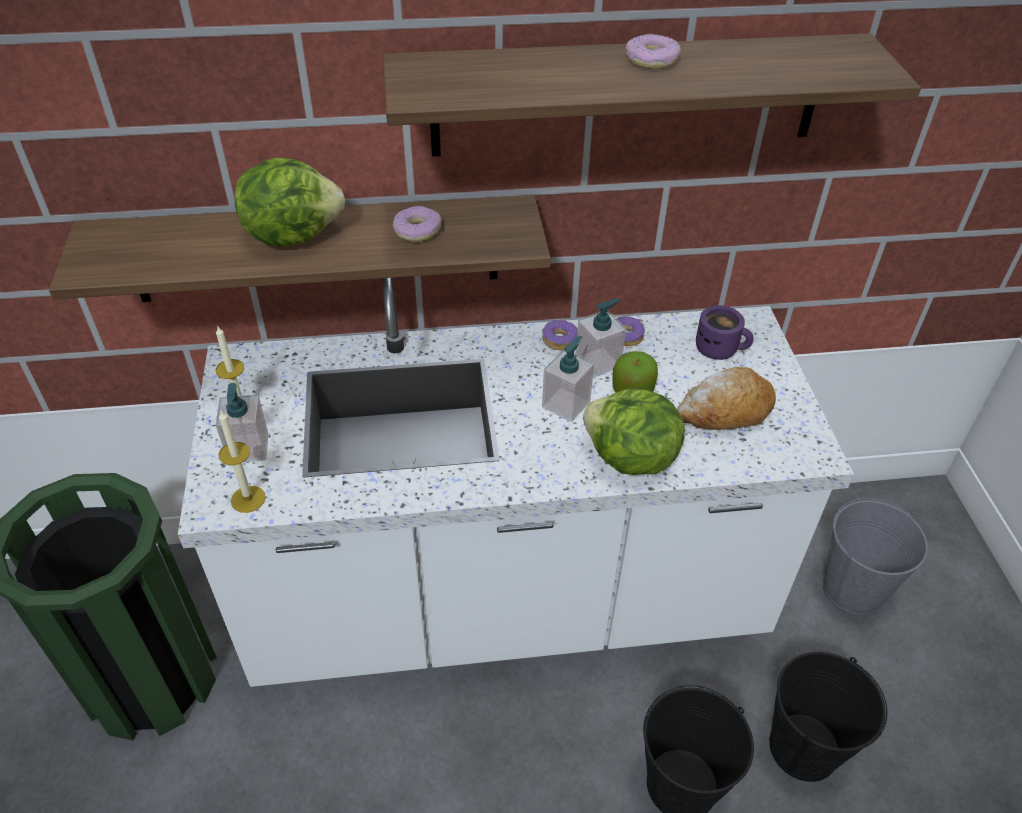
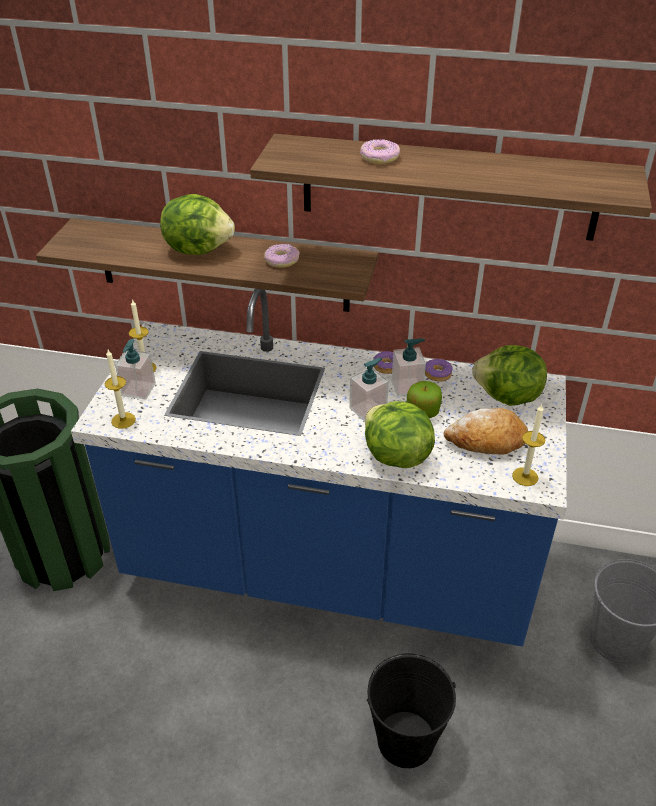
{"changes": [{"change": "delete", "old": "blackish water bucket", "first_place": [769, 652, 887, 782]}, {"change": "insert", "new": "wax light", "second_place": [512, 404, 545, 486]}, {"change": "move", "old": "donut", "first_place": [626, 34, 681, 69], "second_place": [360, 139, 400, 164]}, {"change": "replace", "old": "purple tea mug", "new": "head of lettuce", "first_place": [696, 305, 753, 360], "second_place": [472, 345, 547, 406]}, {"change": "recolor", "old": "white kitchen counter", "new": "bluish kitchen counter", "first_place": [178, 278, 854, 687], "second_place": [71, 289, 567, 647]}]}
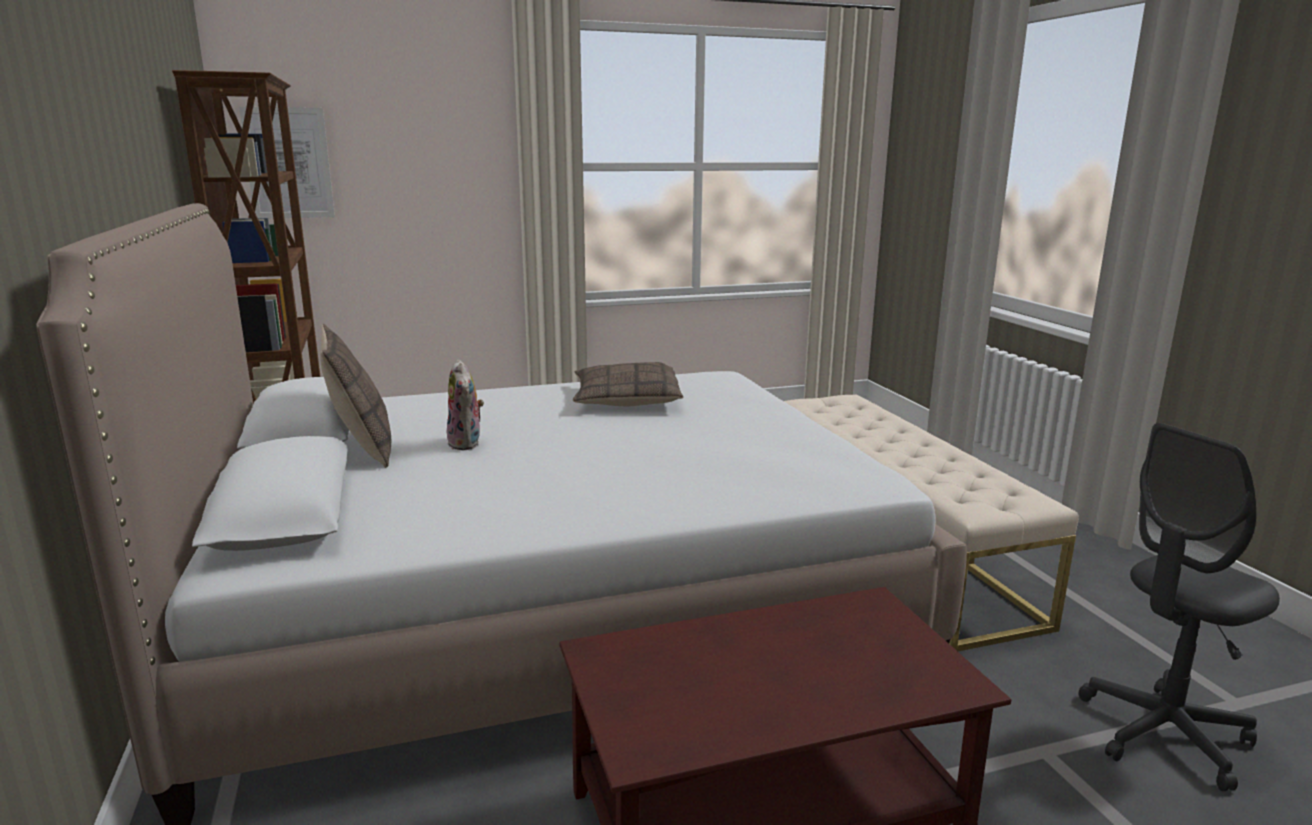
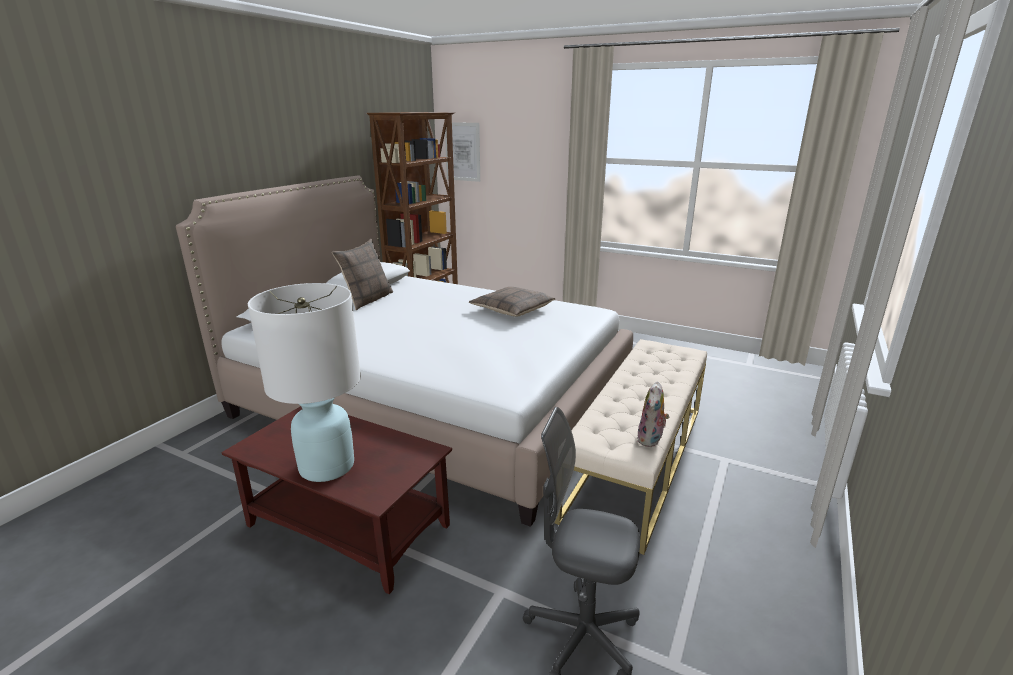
{"changes": [{"change": "insert", "new": "white lamp for a table", "second_place": [248, 283, 361, 482]}, {"change": "move", "old": "plush toy", "first_place": [447, 359, 484, 450], "second_place": [637, 381, 670, 447]}]}
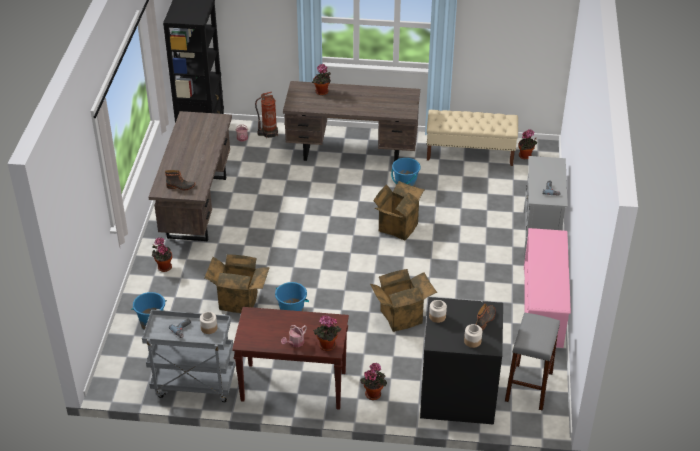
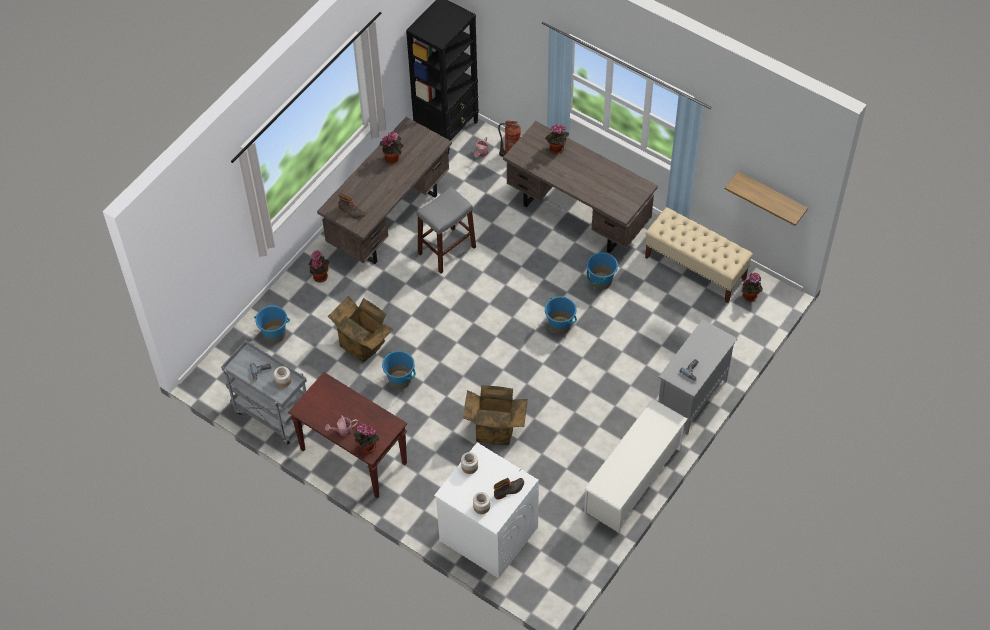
{"changes": [{"change": "insert", "new": "shelf", "second_place": [725, 172, 808, 226]}, {"change": "move", "old": "houseplant", "first_place": [360, 363, 387, 400], "second_place": [380, 132, 403, 164]}, {"change": "move", "old": "greyish sitting stool", "first_place": [505, 312, 560, 411], "second_place": [417, 187, 476, 274]}, {"change": "replace", "old": "packing box", "new": "bluish water bucket", "first_place": [373, 181, 425, 241], "second_place": [545, 296, 577, 334]}, {"change": "recolor", "old": "blackish laundry machine", "new": "white laundry machine", "first_place": [420, 297, 503, 425], "second_place": [434, 442, 539, 578]}, {"change": "recolor", "old": "pink-coloured shoe stand", "new": "white shoe stand", "first_place": [524, 228, 571, 348], "second_place": [584, 399, 688, 532]}]}
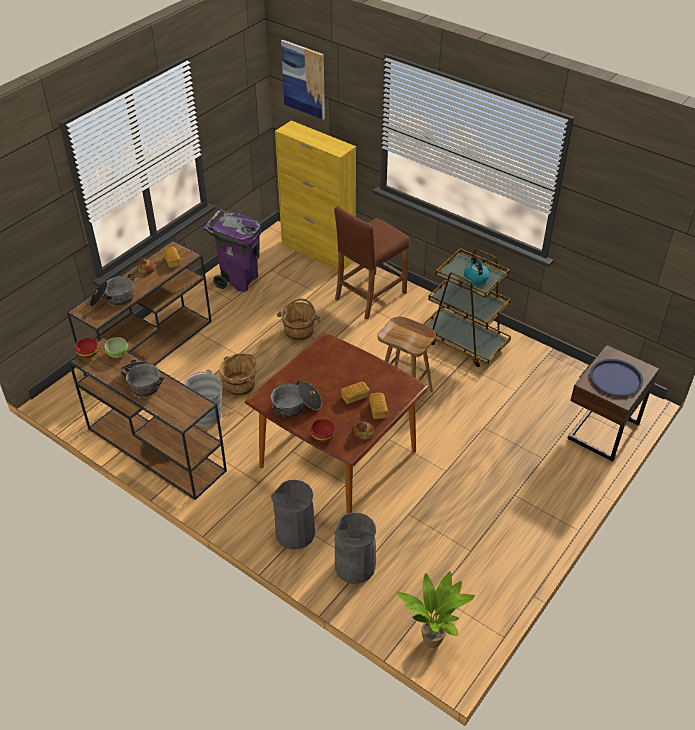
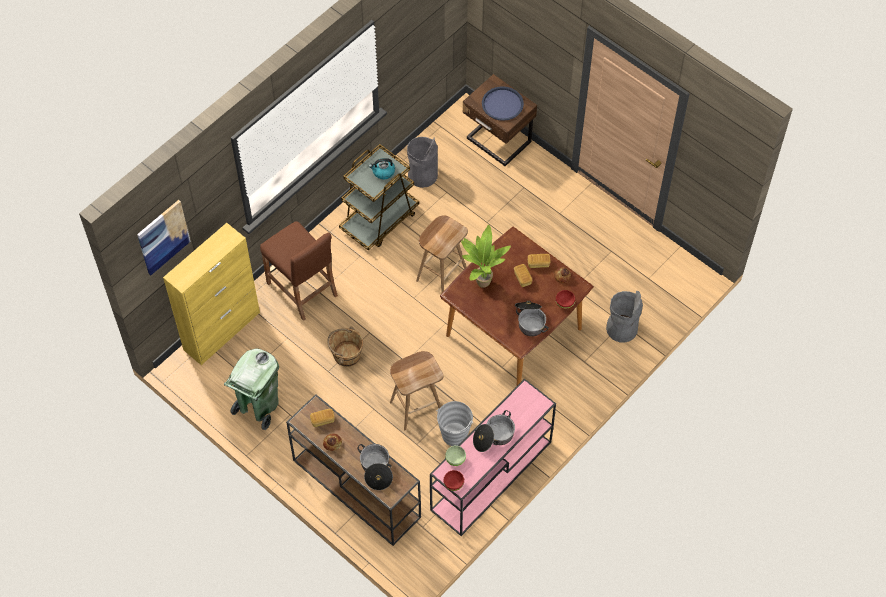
{"changes": [{"change": "move", "old": "greyish rubbish bin", "first_place": [271, 480, 315, 549], "second_place": [407, 137, 438, 188]}, {"change": "move", "old": "houseplant", "first_place": [397, 571, 475, 648], "second_place": [461, 225, 511, 288]}, {"change": "replace", "old": "brown-coloured water bucket", "new": "brown-coloured sitting stool", "first_place": [219, 353, 257, 396], "second_place": [390, 351, 443, 430]}, {"change": "recolor", "old": "brown-coloured console table", "new": "pink-coloured console table", "first_place": [69, 337, 227, 500], "second_place": [430, 379, 556, 536]}, {"change": "recolor", "old": "purple rubbish bin", "new": "green rubbish bin", "first_place": [203, 209, 262, 292], "second_place": [224, 348, 279, 430]}]}
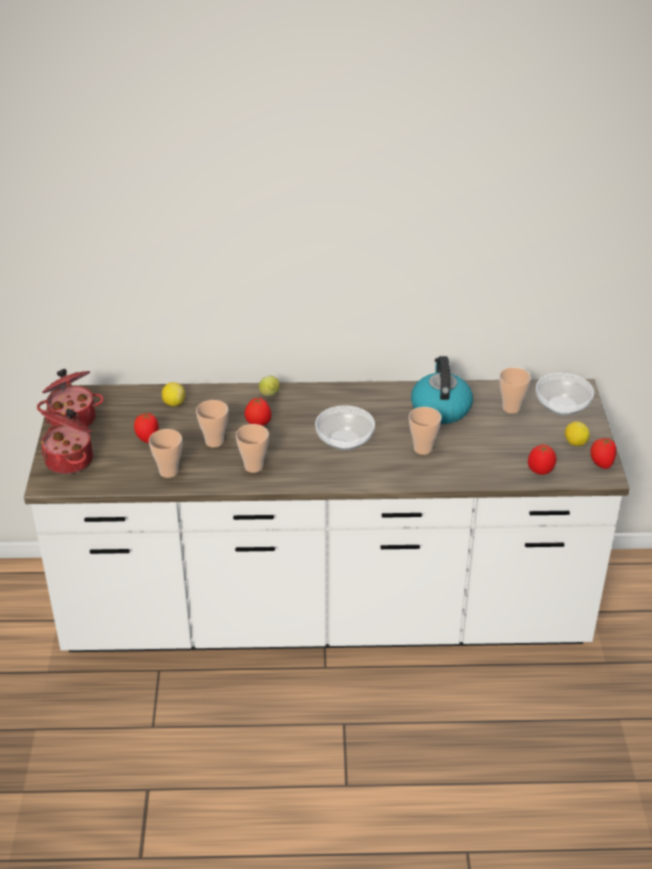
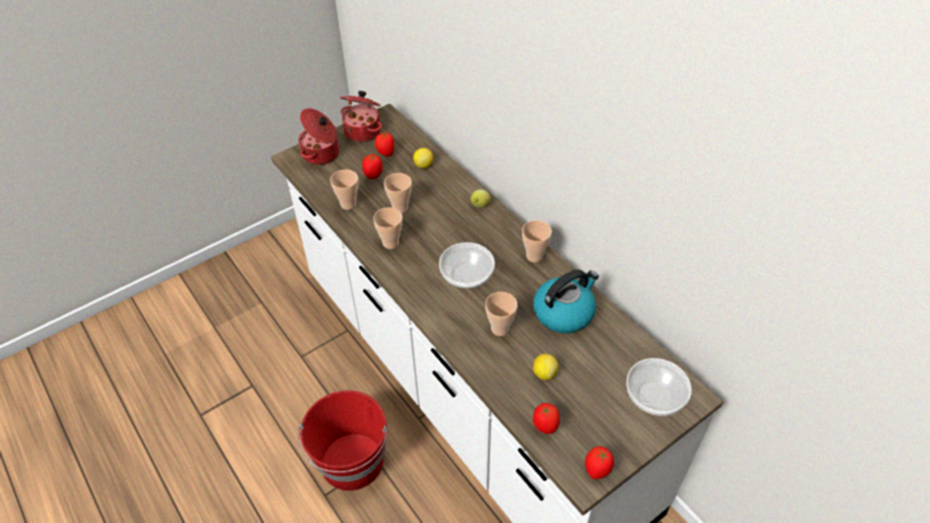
{"changes": [{"change": "insert", "new": "red-coloured water bucket", "second_place": [298, 390, 387, 491]}, {"change": "move", "old": "fresh tomato", "first_place": [245, 398, 271, 426], "second_place": [375, 132, 395, 157]}, {"change": "move", "old": "small cup", "first_place": [499, 367, 531, 413], "second_place": [522, 220, 552, 262]}, {"change": "move", "old": "whole lemon", "first_place": [565, 421, 590, 446], "second_place": [533, 354, 559, 380]}]}
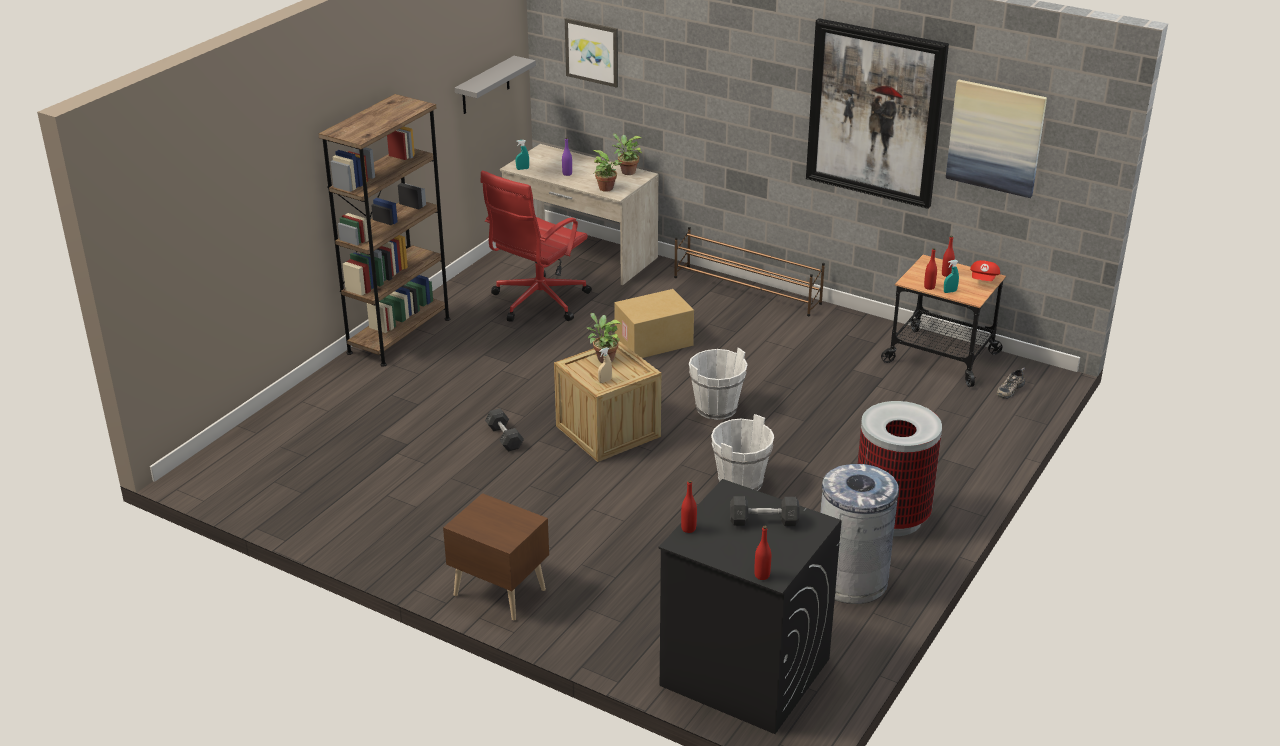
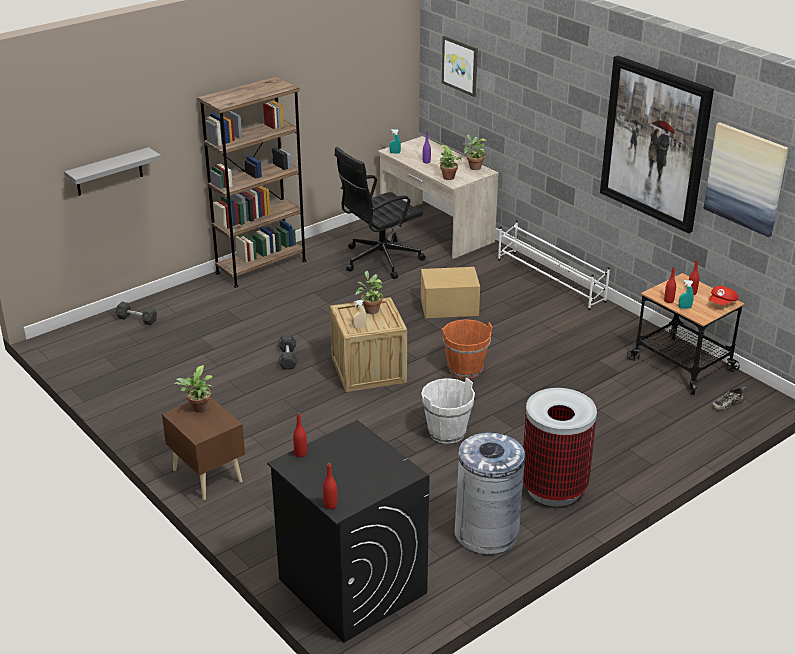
{"changes": [{"change": "insert", "new": "houseplant", "second_place": [173, 365, 213, 413]}, {"change": "move", "old": "greyish shelf", "first_place": [455, 56, 536, 114], "second_place": [64, 147, 161, 196]}, {"change": "move", "old": "greyish dumbbell", "first_place": [730, 496, 800, 526], "second_place": [116, 302, 157, 325]}, {"change": "recolor", "old": "red-coloured desk chair", "new": "blackish desk chair", "first_place": [480, 171, 592, 322], "second_place": [334, 147, 426, 279]}, {"change": "recolor", "old": "brown-coloured shoe stand", "new": "white shoe stand", "first_place": [674, 227, 825, 316], "second_place": [498, 220, 610, 310]}, {"change": "recolor", "old": "white water bucket", "new": "orange-coloured water bucket", "first_place": [689, 348, 747, 420], "second_place": [442, 319, 492, 379]}]}
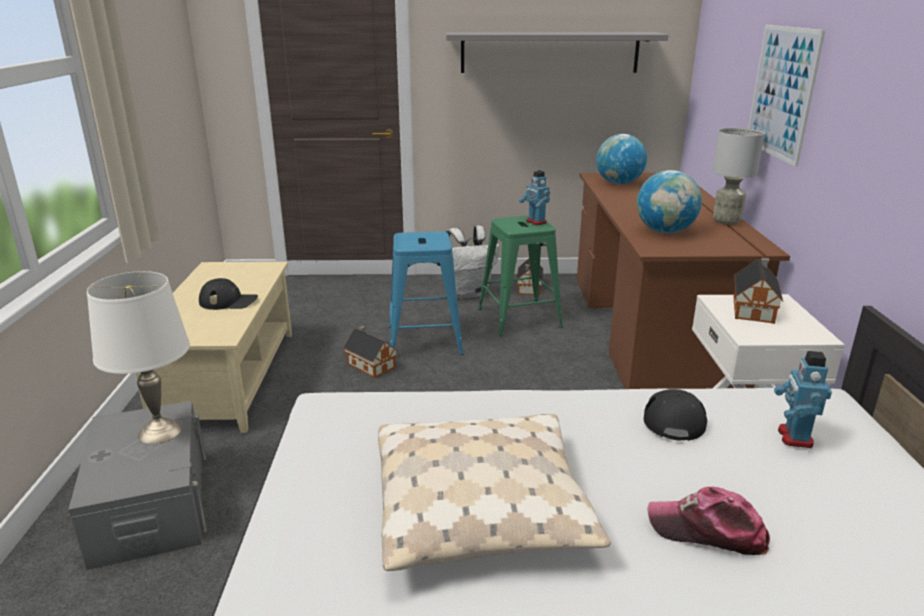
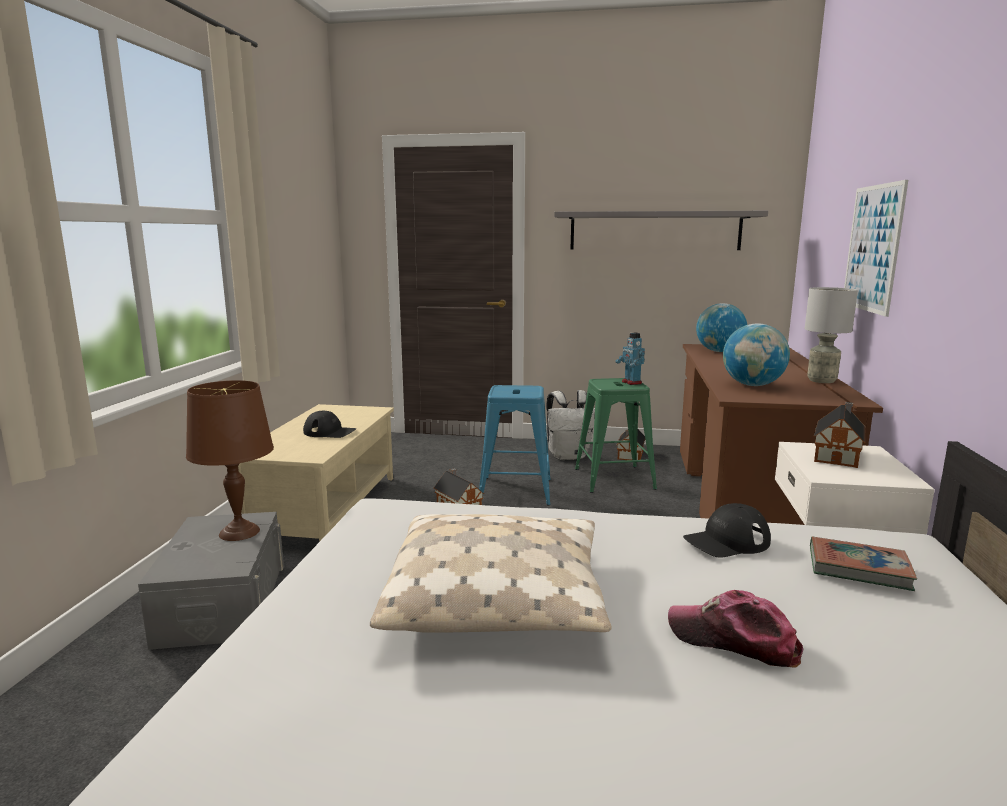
{"changes": [{"change": "replace", "old": "robot figure", "new": "book", "first_place": [774, 351, 832, 448], "second_place": [810, 536, 917, 591]}, {"change": "recolor", "old": "white lamp for a table", "new": "brown-coloured lamp for a table", "first_place": [87, 271, 190, 444], "second_place": [186, 380, 274, 541]}, {"change": "rotate", "old": "blackish cap", "first_place": [644, 389, 707, 441], "second_place": [683, 503, 771, 558], "degrees": -135}]}
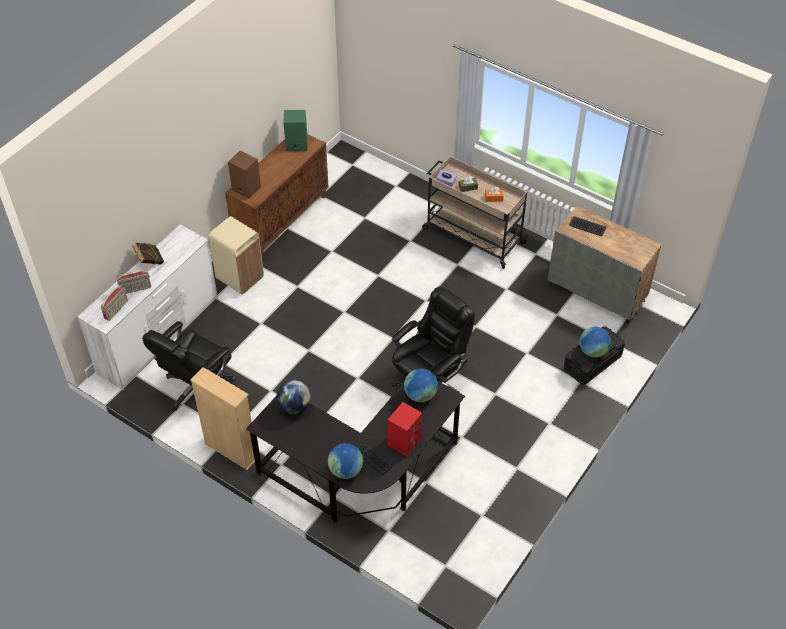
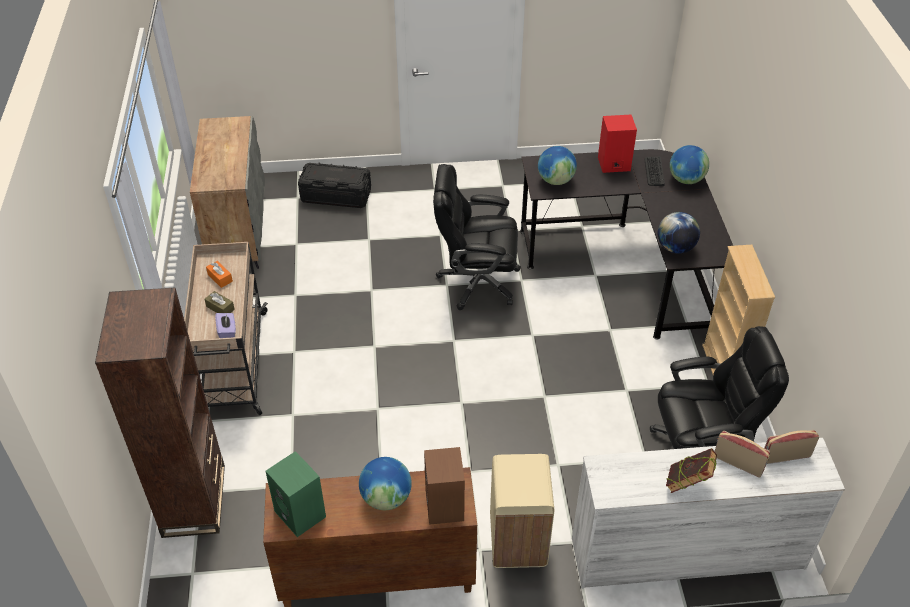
{"changes": [{"change": "delete", "old": "keyboard", "first_place": [569, 216, 606, 236]}, {"change": "insert", "new": "brown-coloured bookcase", "second_place": [95, 287, 225, 538]}, {"change": "move", "old": "world globe", "first_place": [580, 327, 611, 357], "second_place": [359, 457, 412, 510]}]}
